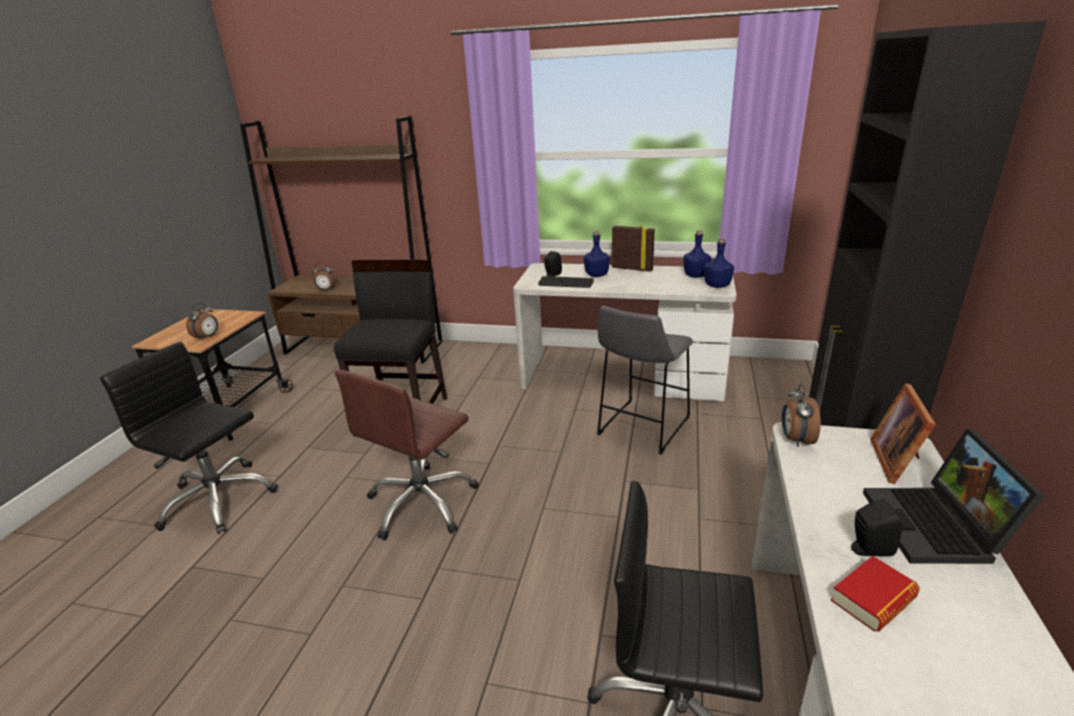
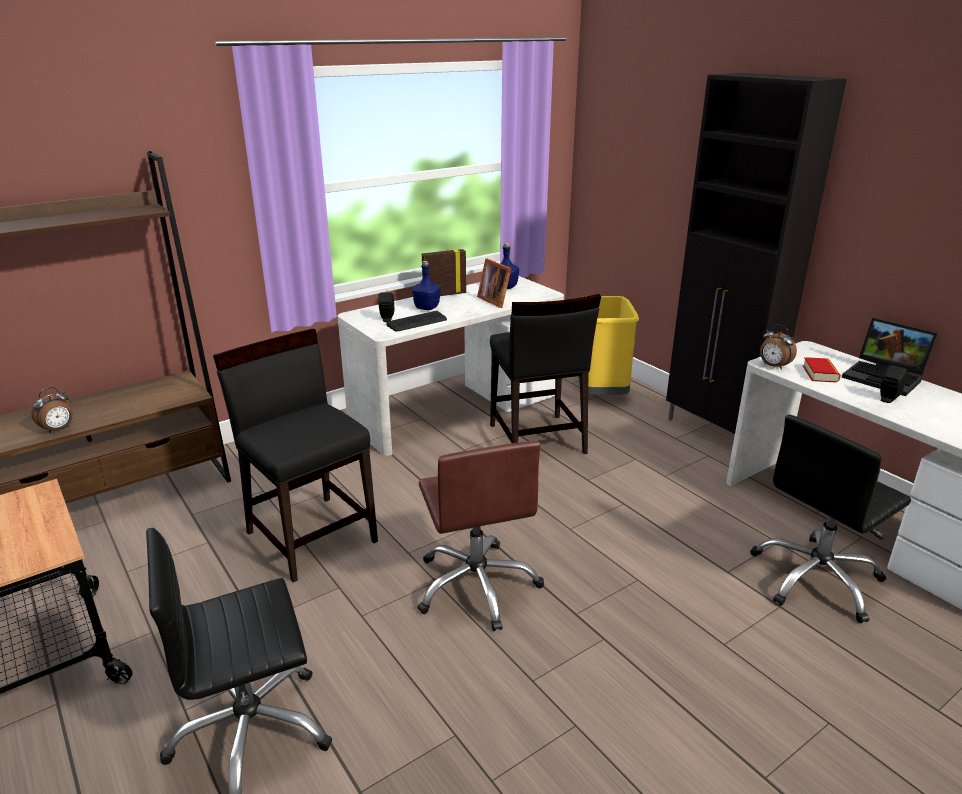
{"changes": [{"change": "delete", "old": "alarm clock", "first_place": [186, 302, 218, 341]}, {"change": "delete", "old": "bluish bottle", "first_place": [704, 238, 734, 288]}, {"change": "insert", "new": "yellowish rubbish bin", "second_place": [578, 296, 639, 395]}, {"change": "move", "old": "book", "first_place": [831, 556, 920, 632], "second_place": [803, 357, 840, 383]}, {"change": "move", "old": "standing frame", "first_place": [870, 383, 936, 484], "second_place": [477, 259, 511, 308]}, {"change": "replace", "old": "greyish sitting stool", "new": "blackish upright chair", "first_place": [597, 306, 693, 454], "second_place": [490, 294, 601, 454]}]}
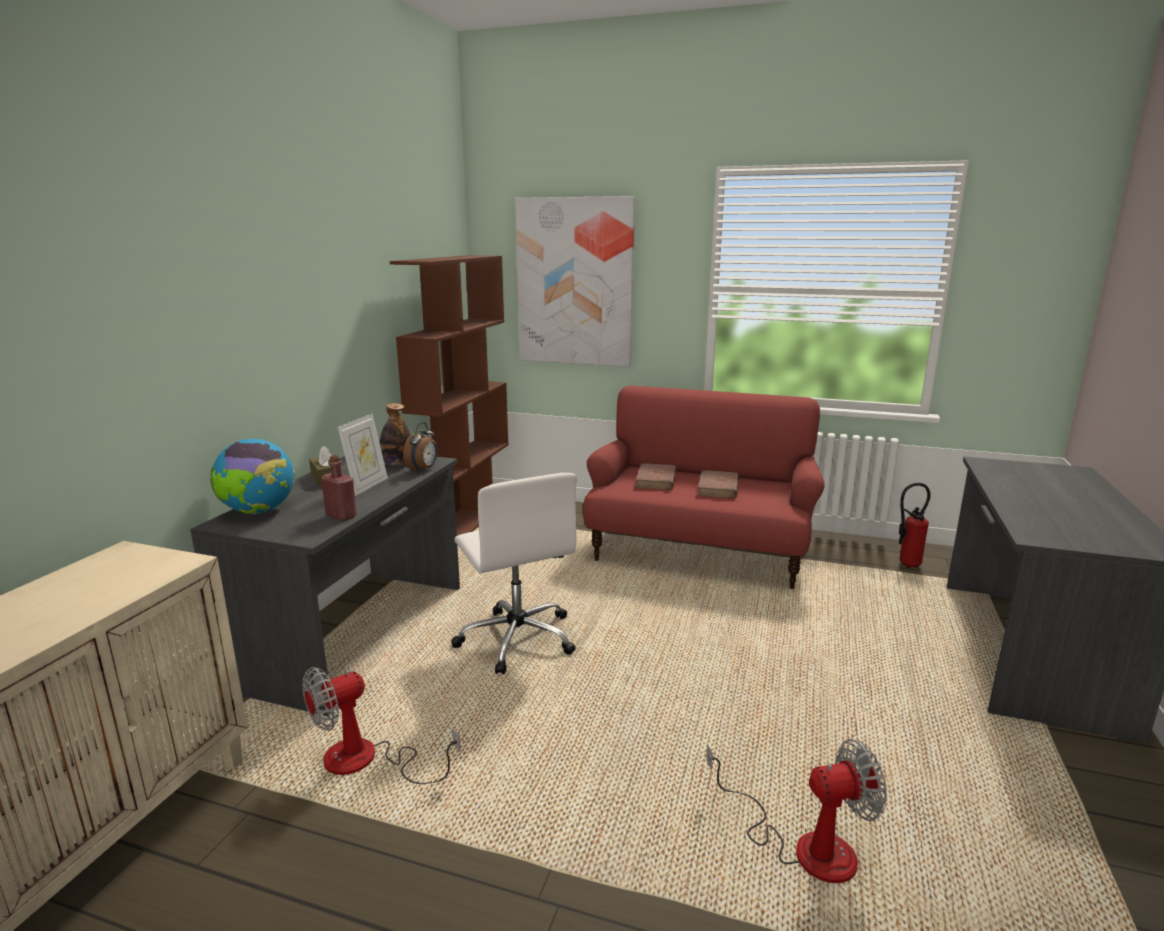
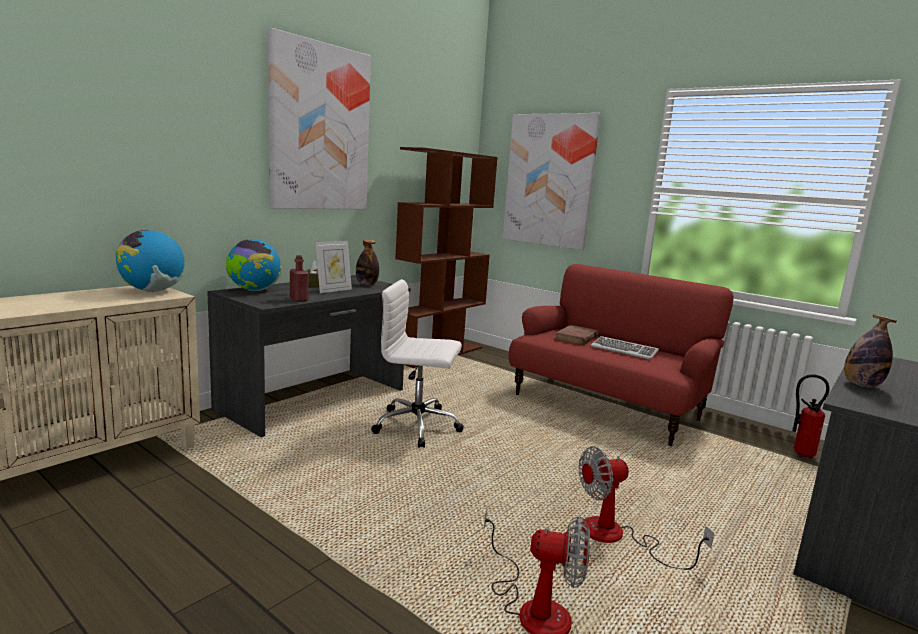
{"changes": [{"change": "delete", "old": "alarm clock", "first_place": [403, 422, 437, 473]}, {"change": "insert", "new": "world globe", "second_place": [115, 230, 185, 292]}, {"change": "insert", "new": "wall picture", "second_place": [268, 28, 371, 209]}, {"change": "insert", "new": "bottle", "second_place": [844, 314, 897, 388]}, {"change": "move", "old": "electric fan", "first_place": [302, 667, 461, 784], "second_place": [579, 446, 714, 570]}, {"change": "replace", "old": "brown-coloured book", "new": "keyboard", "first_place": [697, 470, 739, 498], "second_place": [590, 336, 659, 360]}, {"change": "rotate", "old": "white desk chair", "first_place": [451, 473, 577, 674], "second_place": [371, 279, 464, 448], "degrees": 105}]}
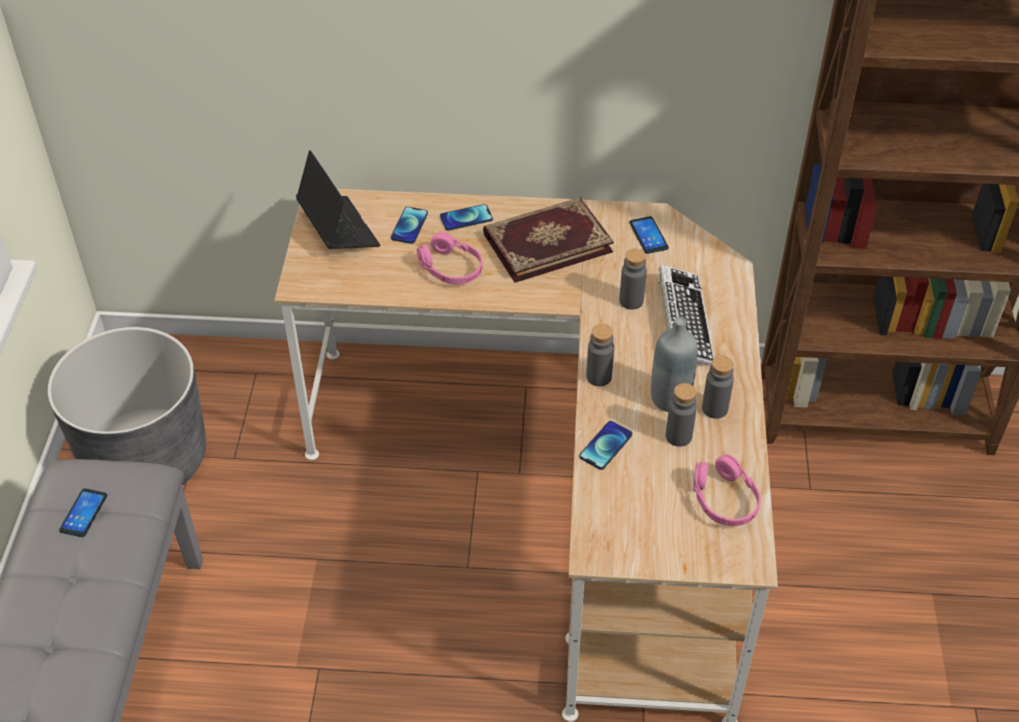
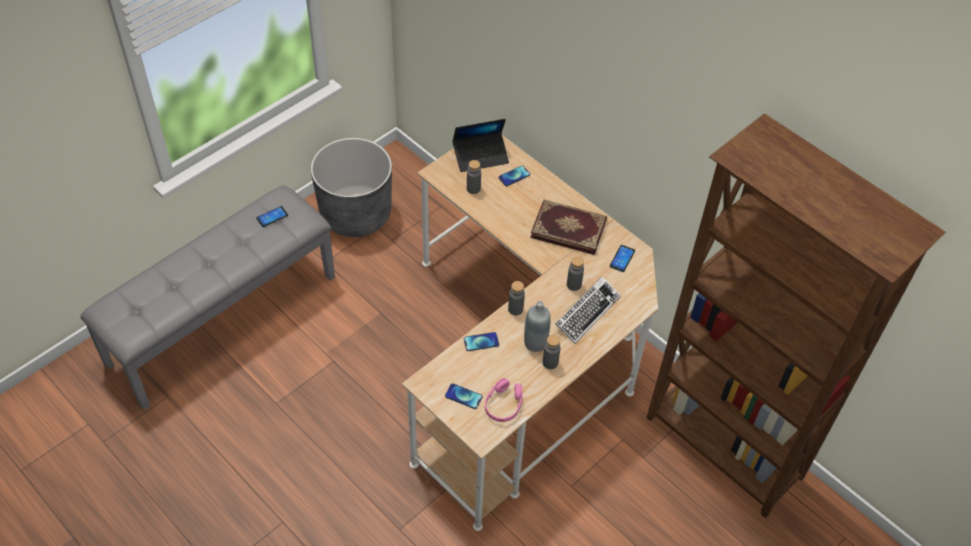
{"changes": [{"change": "delete", "old": "pink-coloured headset", "first_place": [417, 232, 482, 285]}, {"change": "move", "old": "telephone", "first_place": [440, 204, 493, 231], "second_place": [445, 383, 482, 409]}, {"change": "move", "old": "greyish bottle", "first_place": [666, 383, 697, 447], "second_place": [467, 160, 481, 194]}, {"change": "rotate", "old": "notebook computer", "first_place": [296, 150, 380, 249], "second_place": [452, 119, 509, 172], "degrees": 60}]}
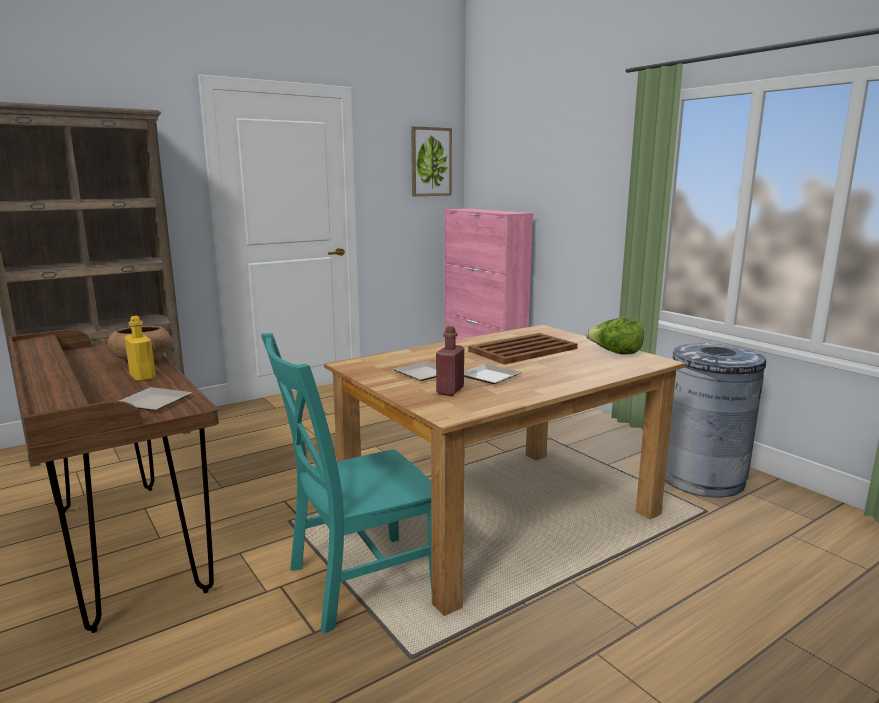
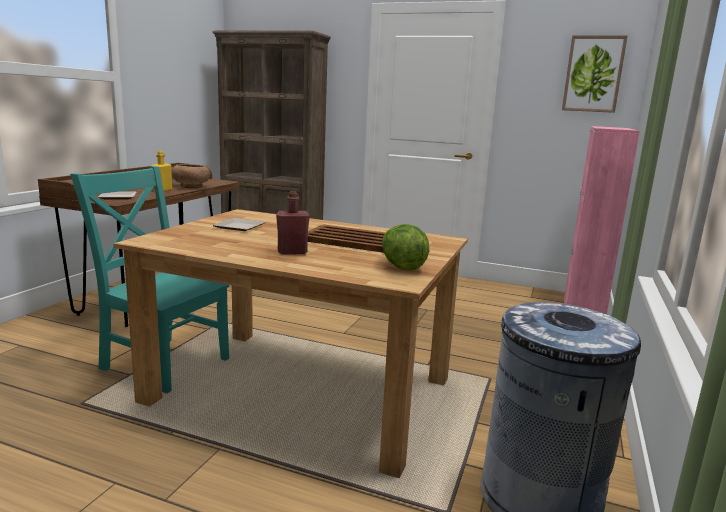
{"changes": [{"change": "delete", "old": "plate", "first_place": [464, 364, 522, 384]}, {"change": "move", "old": "red-coloured bottle", "first_place": [436, 326, 464, 396], "second_place": [276, 191, 310, 255]}]}
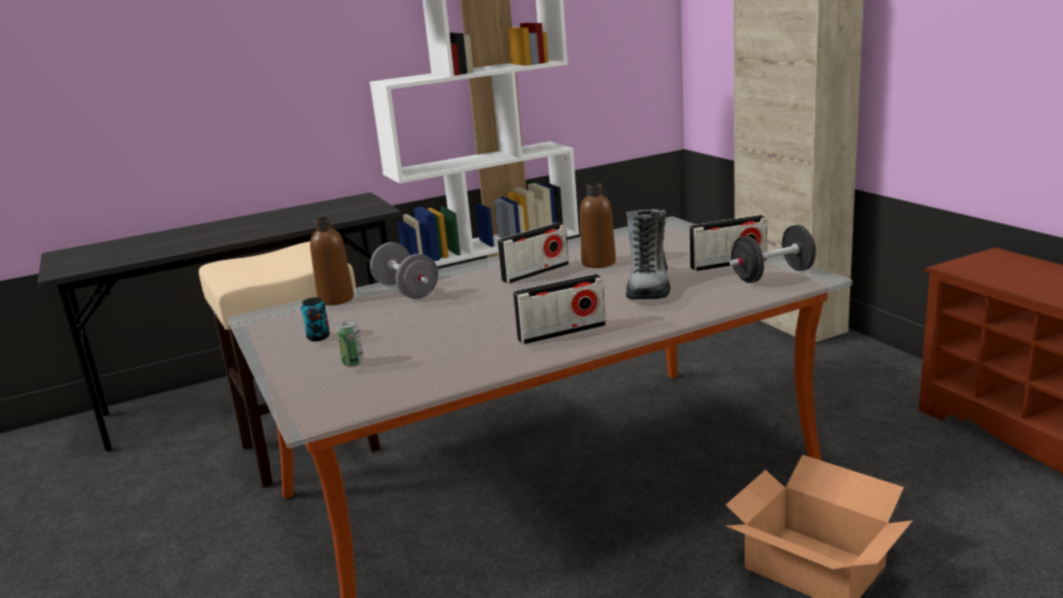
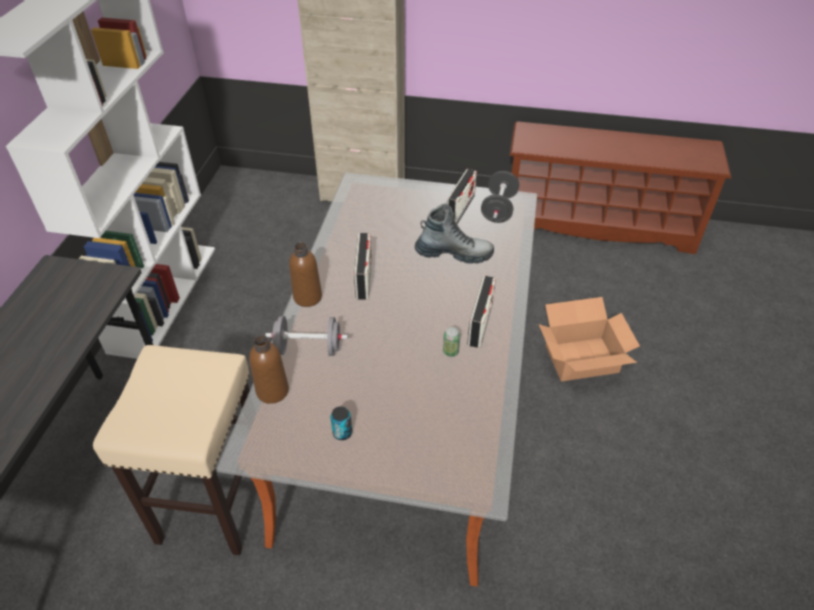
{"changes": [{"change": "move", "old": "metal can", "first_place": [337, 321, 364, 367], "second_place": [443, 327, 460, 357]}, {"change": "move", "old": "brown-coloured bottle", "first_place": [580, 183, 616, 268], "second_place": [289, 242, 322, 307]}, {"change": "rotate", "old": "high-top boot", "first_place": [626, 209, 670, 300], "second_place": [415, 204, 494, 263], "degrees": -45}]}
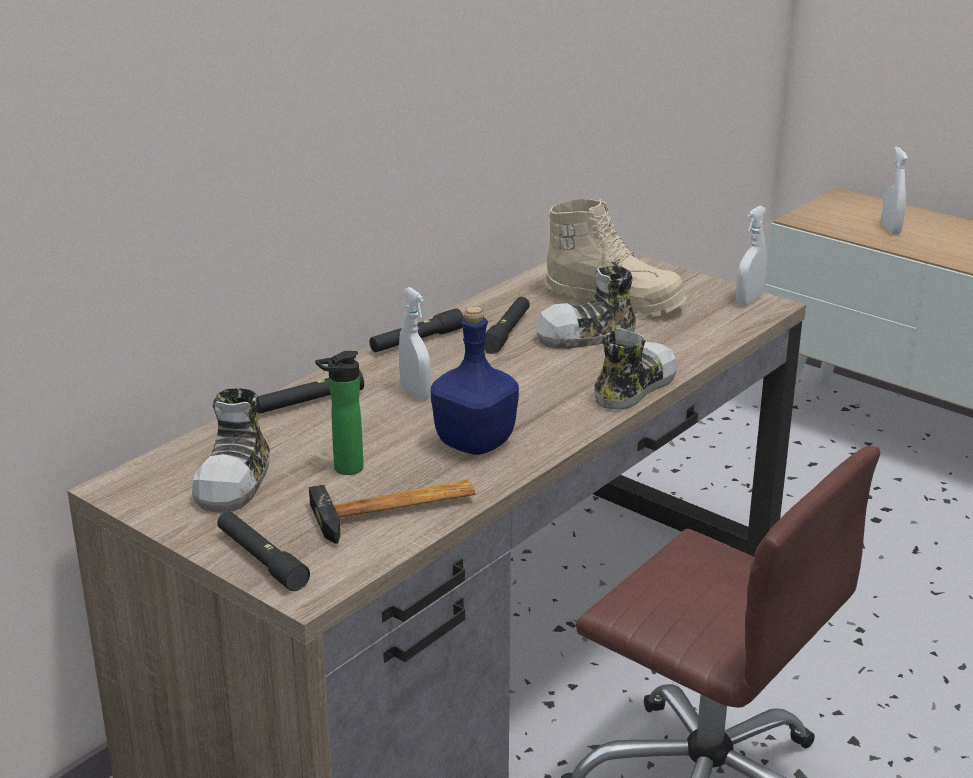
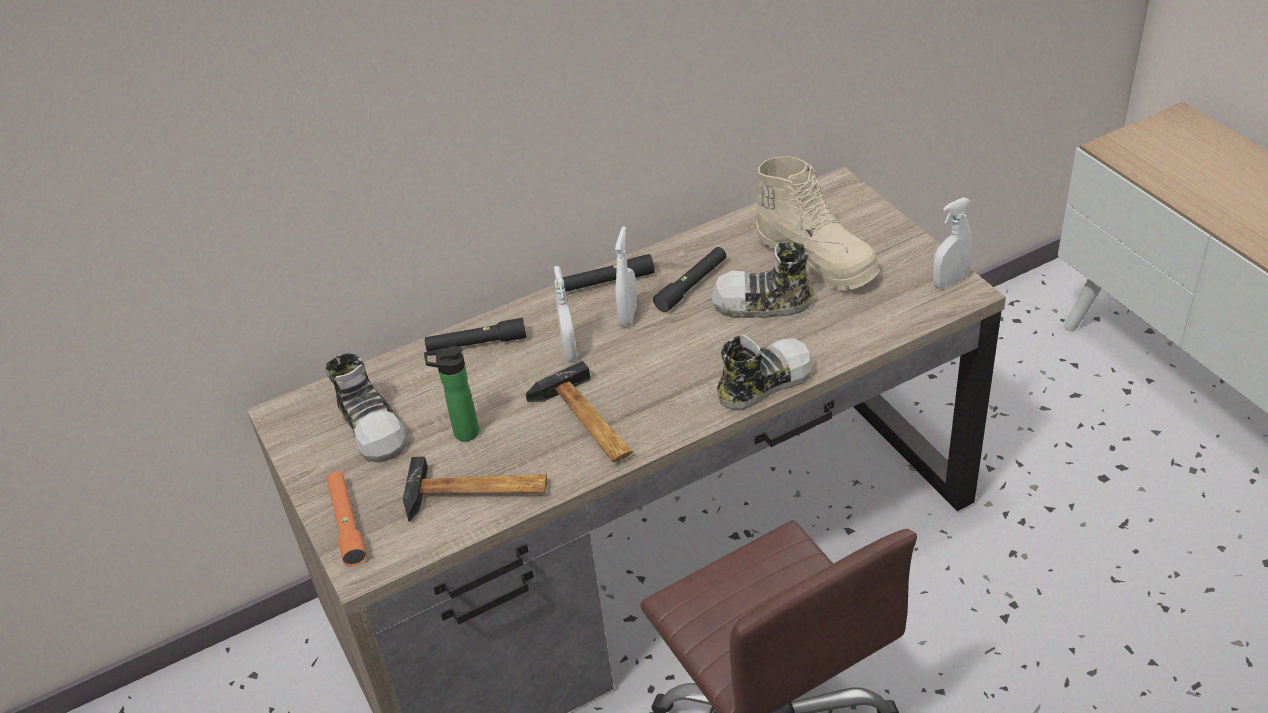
{"changes": [{"change": "move", "old": "white sprayer", "first_place": [881, 147, 908, 235], "second_place": [615, 226, 637, 327]}, {"change": "replace", "old": "bluish bottle", "new": "tool hammer", "first_place": [431, 306, 519, 455], "second_place": [526, 361, 633, 462]}, {"change": "recolor", "old": "blackish flashlight", "new": "orange-coloured flashlight", "first_place": [217, 511, 310, 591], "second_place": [327, 472, 367, 566]}, {"change": "rotate", "old": "shoe", "first_place": [192, 388, 270, 513], "second_place": [326, 353, 406, 463], "degrees": -60}]}
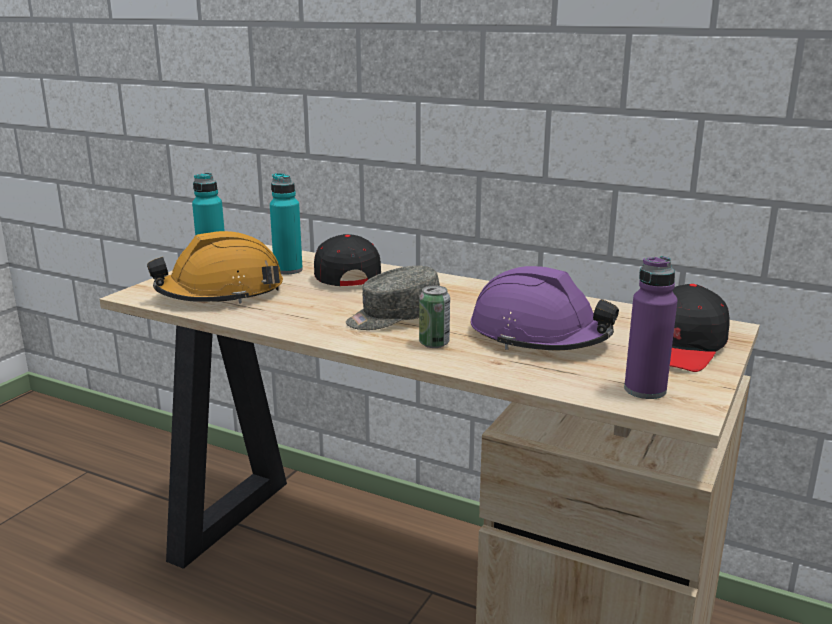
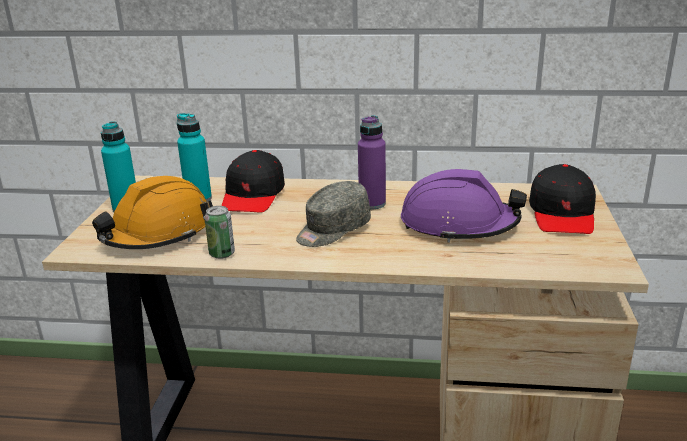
{"changes": [{"change": "move", "old": "metal can", "first_place": [419, 286, 450, 348], "second_place": [204, 206, 235, 259]}, {"change": "move", "old": "purple bottle", "first_place": [624, 256, 678, 399], "second_place": [358, 115, 386, 209]}, {"change": "rotate", "old": "blackish cap", "first_place": [314, 234, 381, 286], "second_place": [222, 150, 285, 213], "degrees": -135}]}
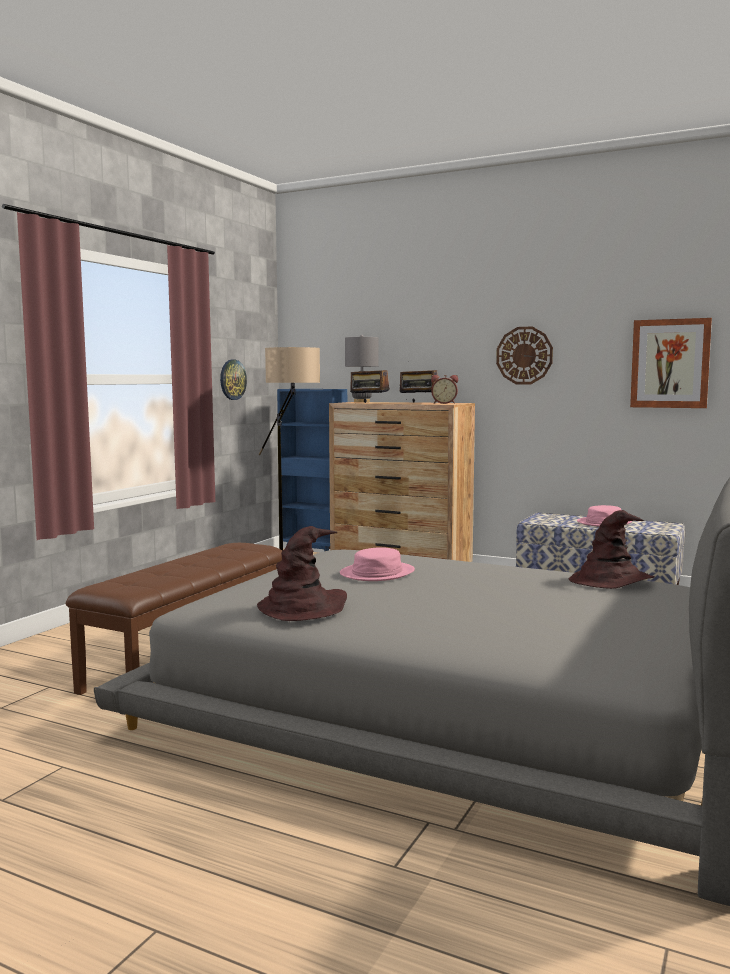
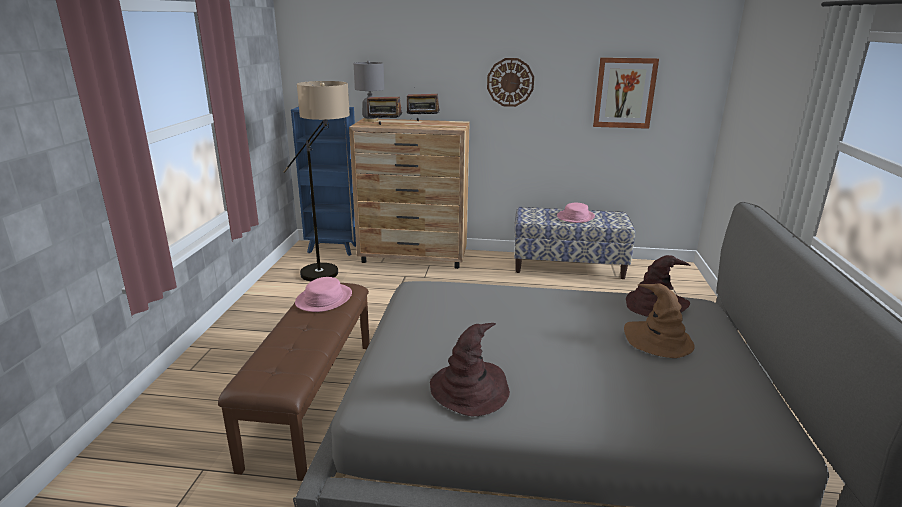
{"changes": [{"change": "delete", "old": "wall clock", "first_place": [220, 360, 247, 400]}, {"change": "delete", "old": "alarm clock", "first_place": [431, 375, 458, 404]}, {"change": "insert", "new": "brown-coloured hat", "second_place": [624, 283, 695, 358]}, {"change": "move", "old": "pink-coloured hat", "first_place": [340, 547, 415, 581], "second_place": [295, 277, 352, 312]}]}
